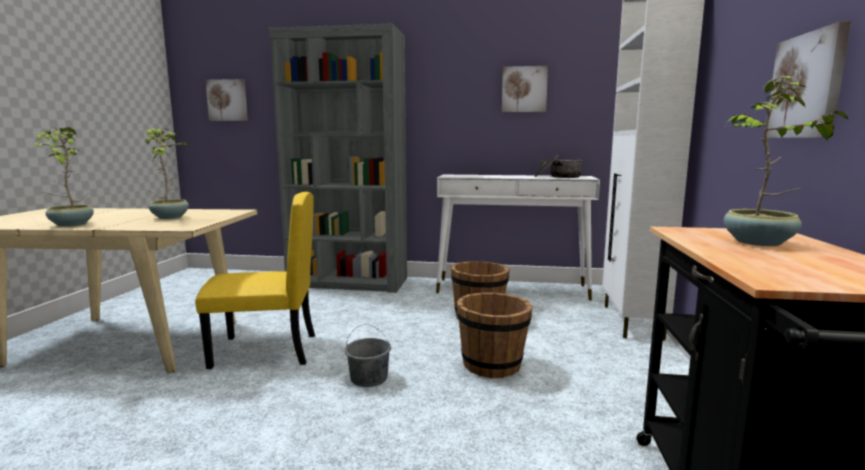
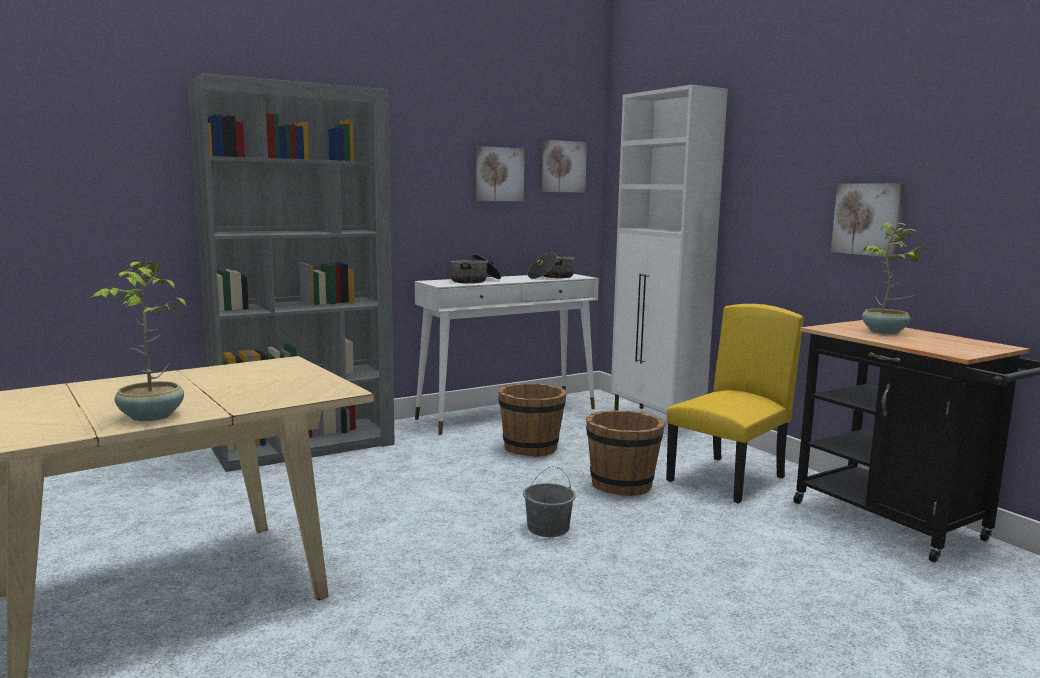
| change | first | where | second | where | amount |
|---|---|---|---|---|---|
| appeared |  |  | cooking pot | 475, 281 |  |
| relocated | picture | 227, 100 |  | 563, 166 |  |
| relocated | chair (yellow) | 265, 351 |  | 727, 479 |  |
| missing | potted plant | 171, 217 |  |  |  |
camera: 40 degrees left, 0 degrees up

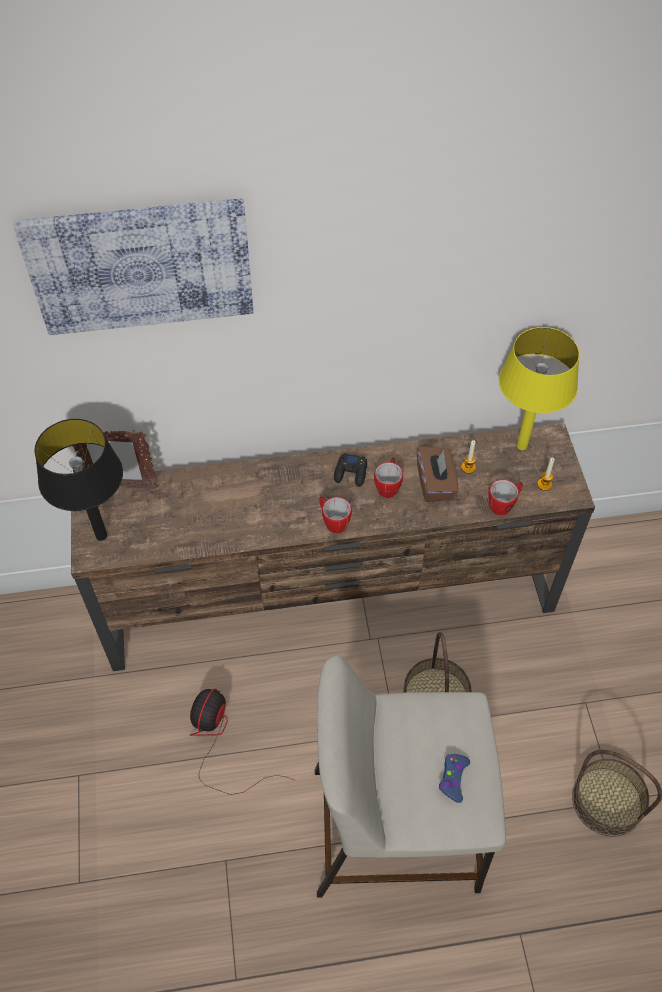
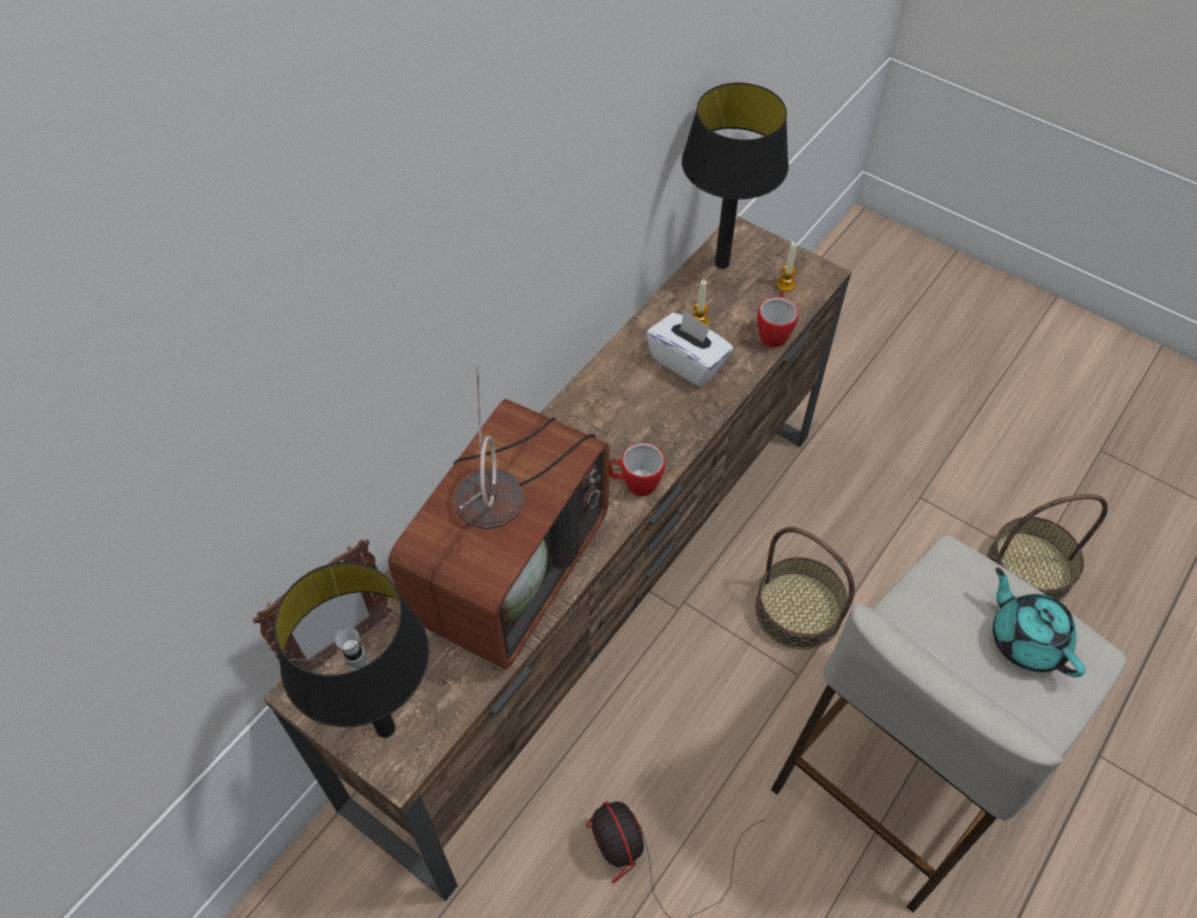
| change | first | where | second | where | amount |
|---|---|---|---|---|---|
| appeared |  |  | television | 508, 563 |  |
| colour | tissue box (brown) | 435, 484 | tissue box (white) | 688, 362 |  |
| colour | table lamp (yellow) | 521, 446 | table lamp (black) | 722, 264 |  |
| exchanged | game controller (blue) | 453, 778 | teapot (turquoise) | 1026, 640 |  |
| missing | picture | 141, 266 |  |  |  |
| missing | game controller (black) | 351, 473 |  |  |  |
| missing | mug | 388, 486 |  |  |  |
camera: 45 degrees left, 0 degrees up

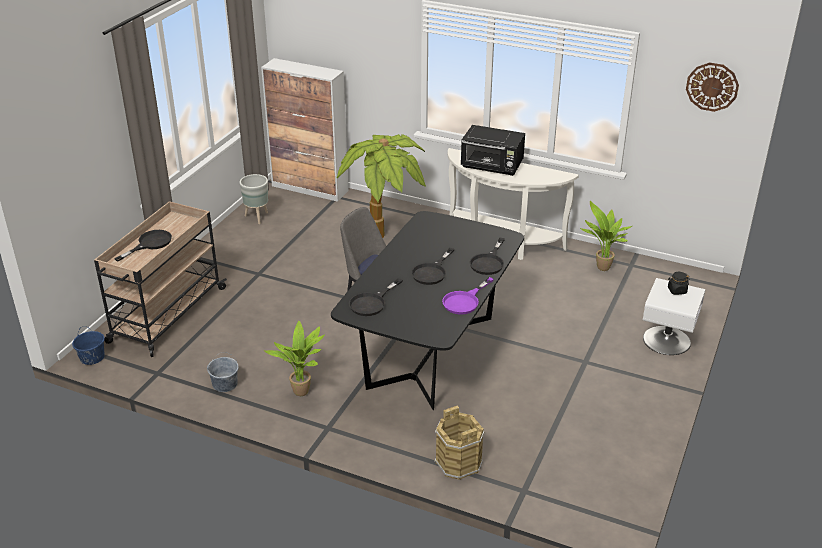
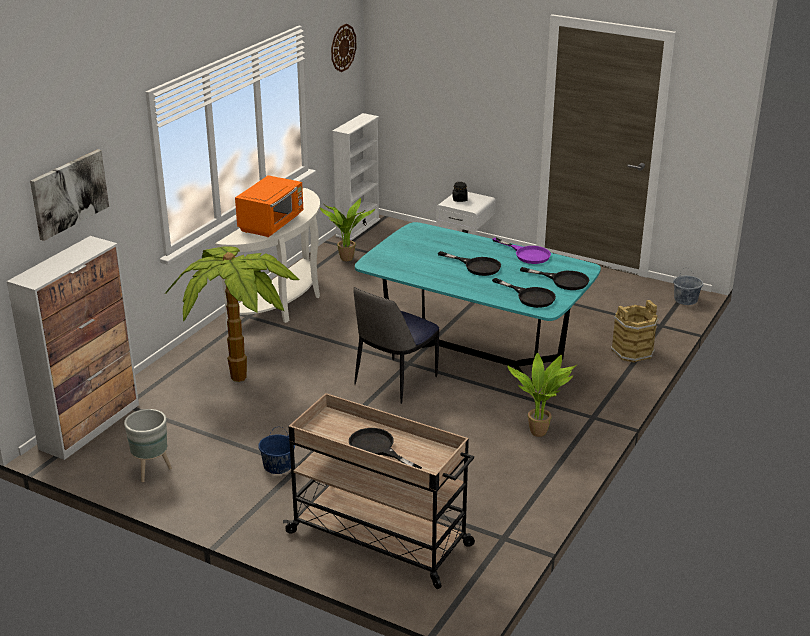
| change | first | where | second | where | amount |
|---|---|---|---|---|---|
| appeared |  |  | picture | 69, 193 |  |
| colour | microwave (black) | 492, 167 | microwave (orange) | 272, 224 |  |
| relocated | bucket (blue) | 92, 357 |  | 277, 466 |  |
| appeared |  |  | bookcase (white) | 358, 228 |  |
| colour | dining table (black) | 431, 353 | dining table (turquoise) | 475, 355 |  |
| relocated | frying pan (black) | 488, 262 |  | 563, 280 |  |
| relocated | bucket (grey) | 224, 384 |  | 686, 300 |  |
camera: 85 degrees left, 5 degrees down

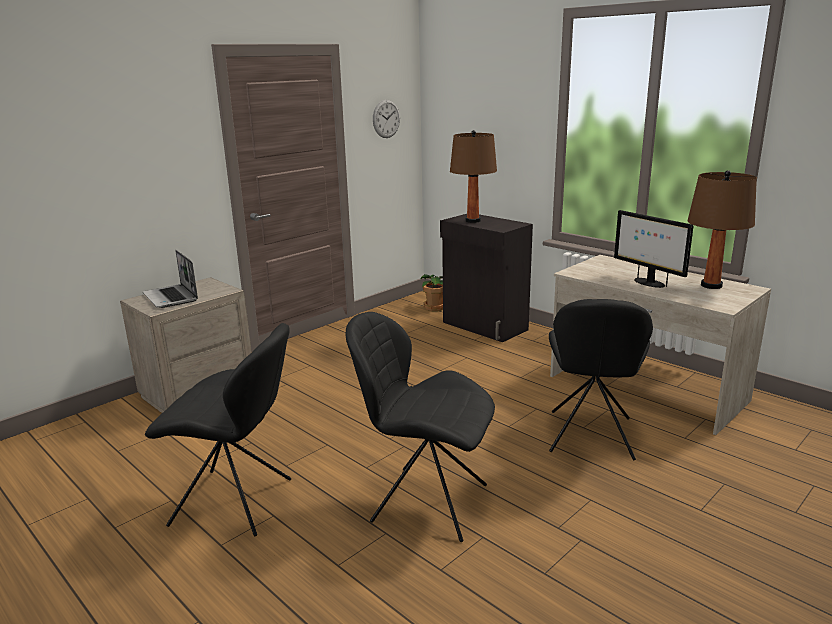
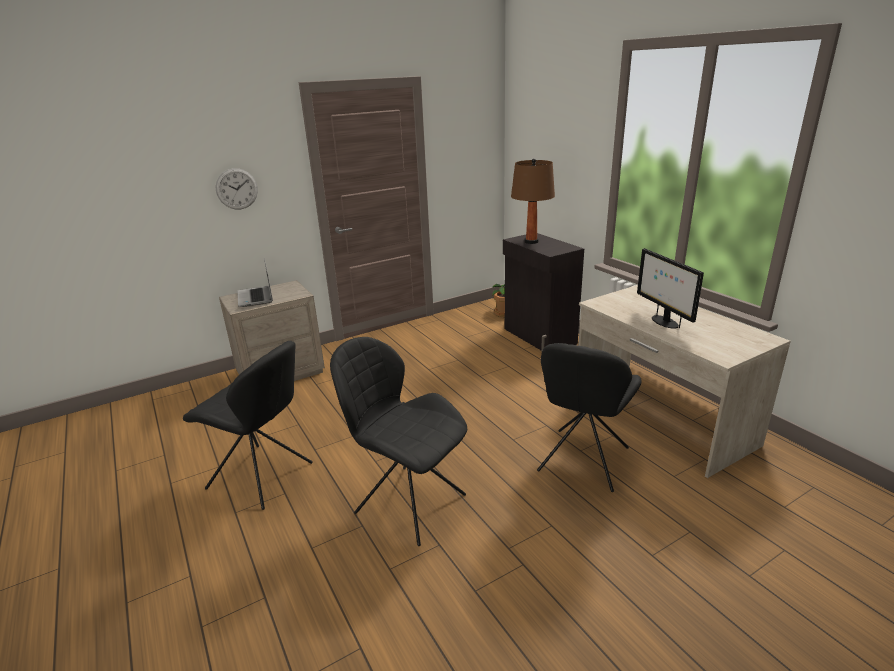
| change | first | where | second | where | amount |
|---|---|---|---|---|---|
| relocated | wall clock | 386, 119 |  | 237, 189 |  |
| missing | table lamp (brown) | 711, 285 |  |  |  |
camera: 15 degrees right, 5 degrees up

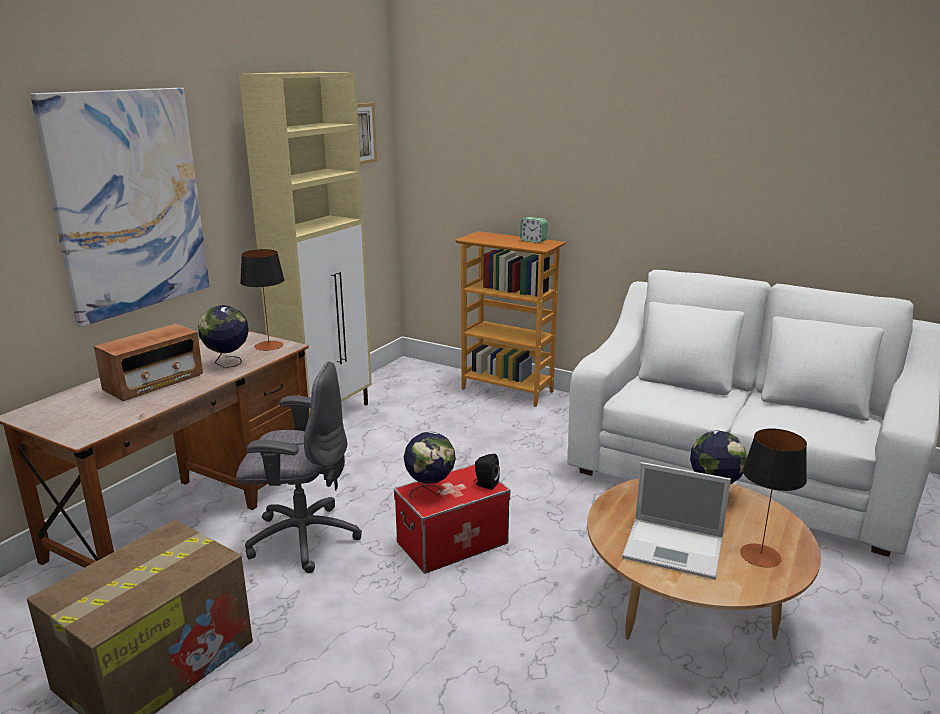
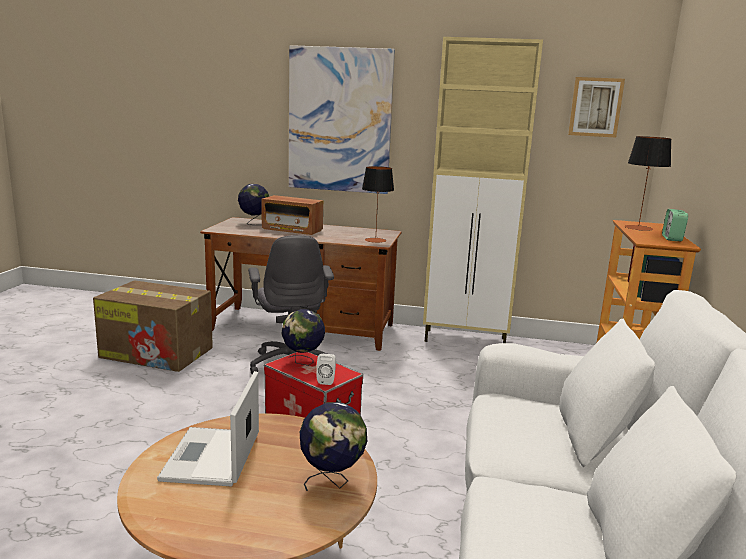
| change | first | where | second | where | amount |
|---|---|---|---|---|---|
| relocated | globe | 227, 363 |  | 254, 223 |  |
| colour | speaker (black) | 485, 484 | speaker (white) | 326, 380 |  |
| relocated | table lamp | 760, 556 |  | 638, 228 |  |
camera: 70 degrees right, 5 degrees down

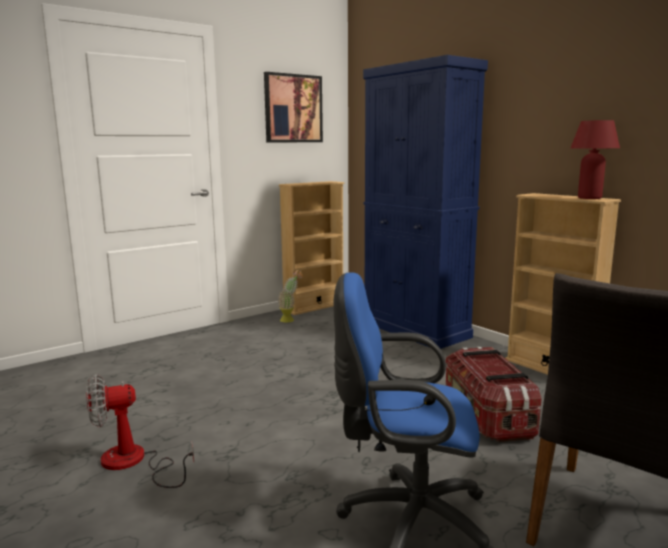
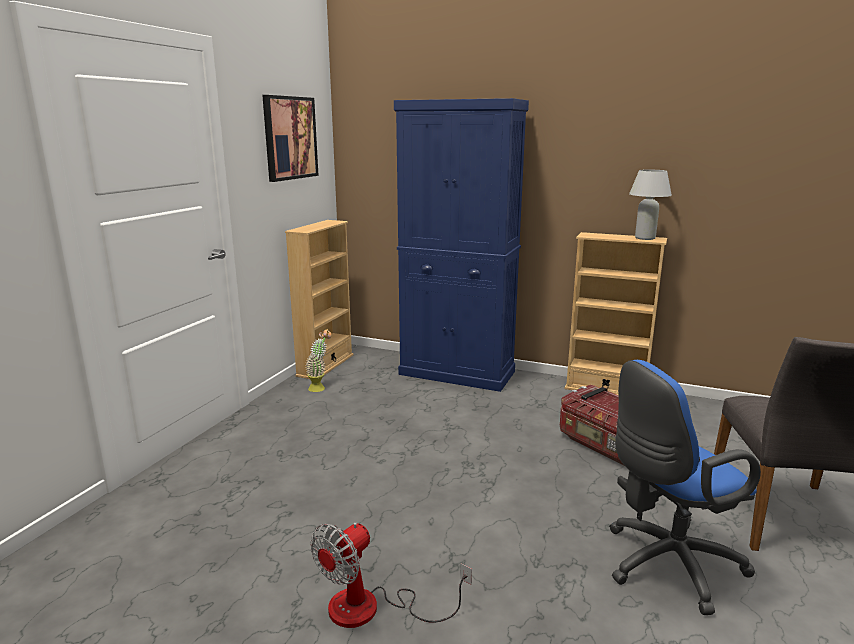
| change | first | where | second | where | amount |
|---|---|---|---|---|---|
| colour | table lamp (red) | 589, 198 | table lamp (white) | 645, 238 |  |
camera: 30 degrees left, 5 degrees up

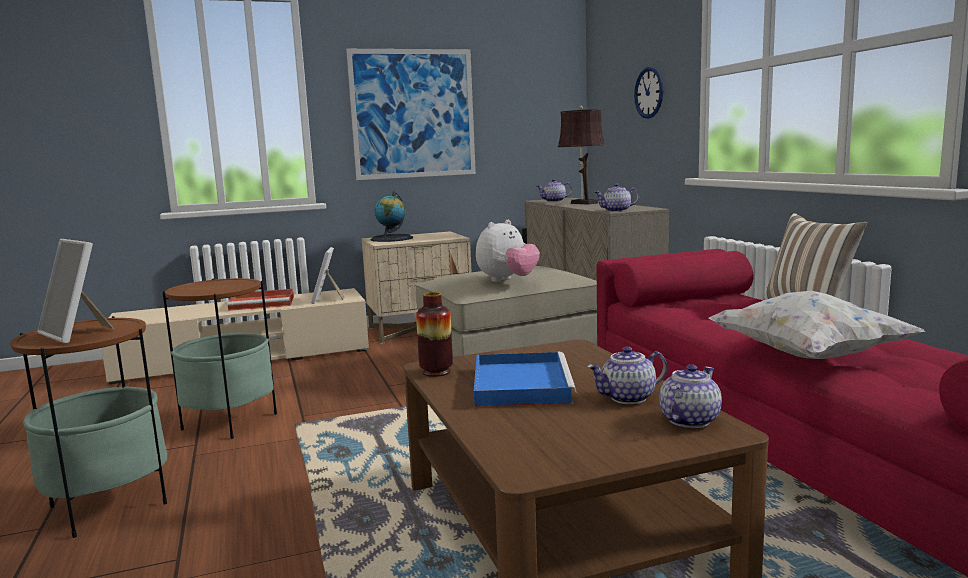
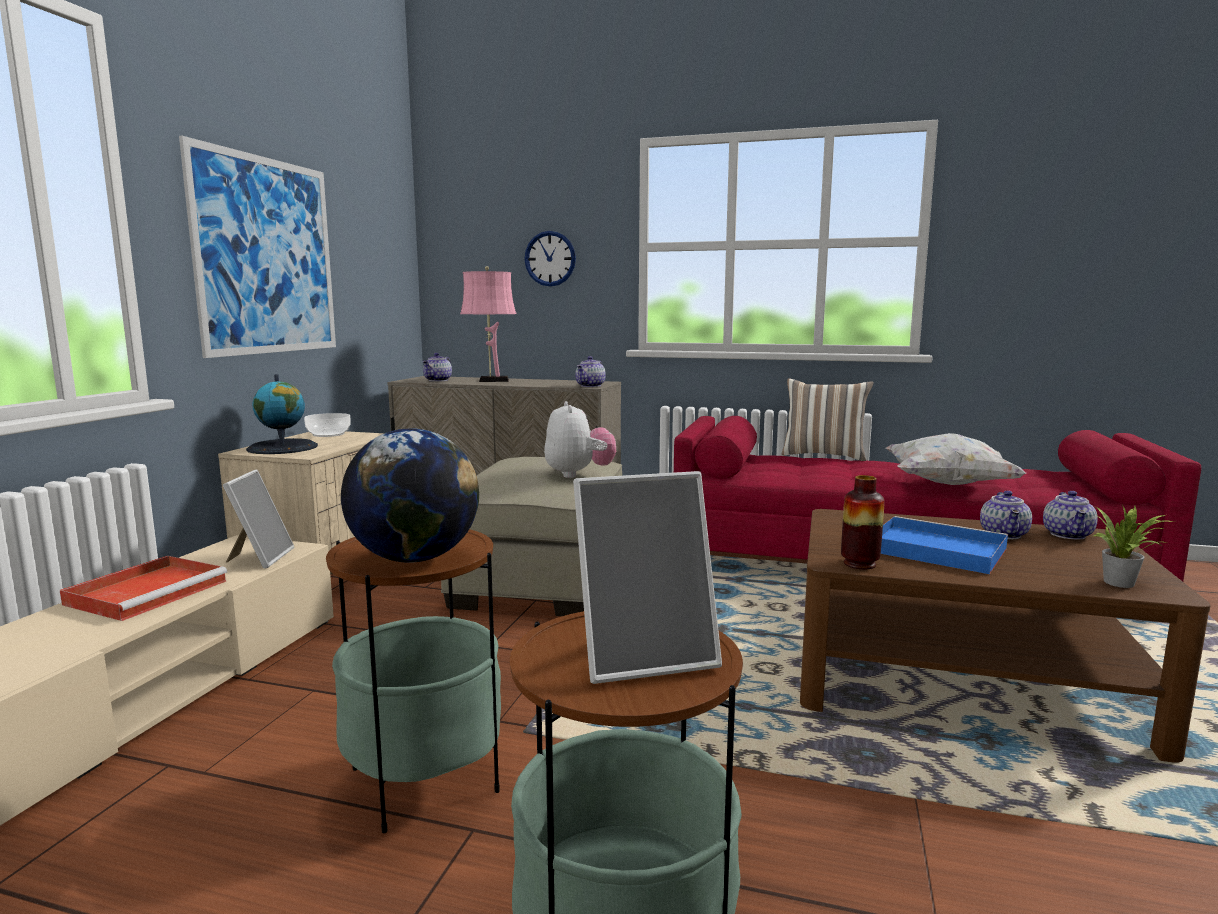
| change | first | where | second | where | amount |
|---|---|---|---|---|---|
| spun | picture frame | 327, 299 |  | 260, 558 | 120 degrees counterclockwise |
| appeared |  |  | bowl | 328, 434 |  |
| appeared |  |  | globe | 414, 558 |  |
| colour | table lamp (brown) | 582, 203 | table lamp (pink) | 490, 381 |  |
| spun | teapot | 689, 420 |  | 1068, 535 | 150 degrees counterclockwise |
| appeared |  |  | potted plant | 1123, 583 |  |
camera: 55 degrees left, 0 degrees up

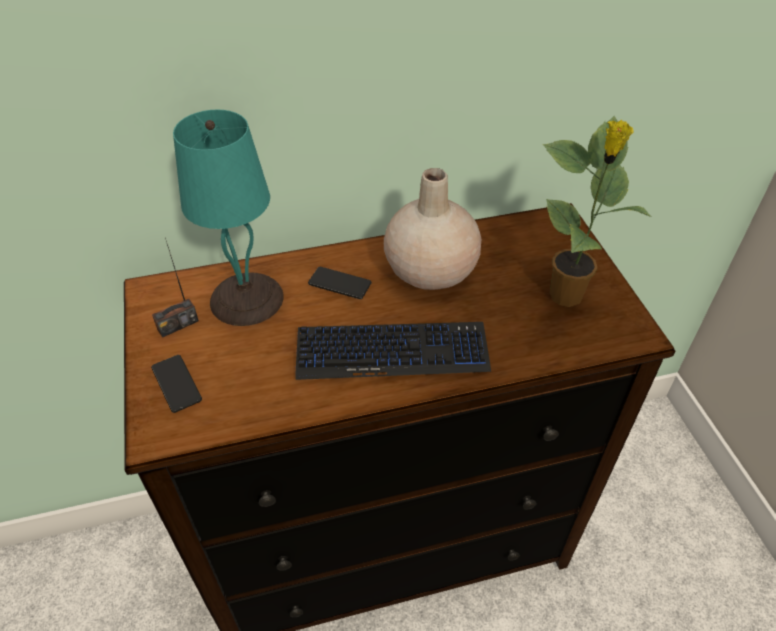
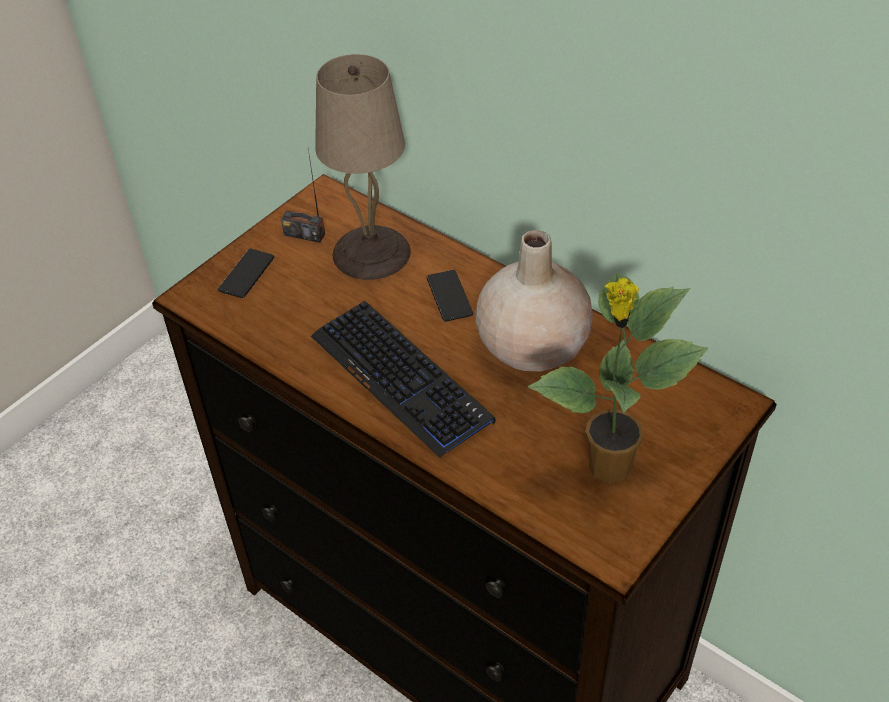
| change | first | where | second | where | amount |
|---|---|---|---|---|---|
| colour | table lamp (turquoise) | 248, 298 | table lamp (beige) | 373, 253 |  |
camera: 55 degrees right, 0 degrees up

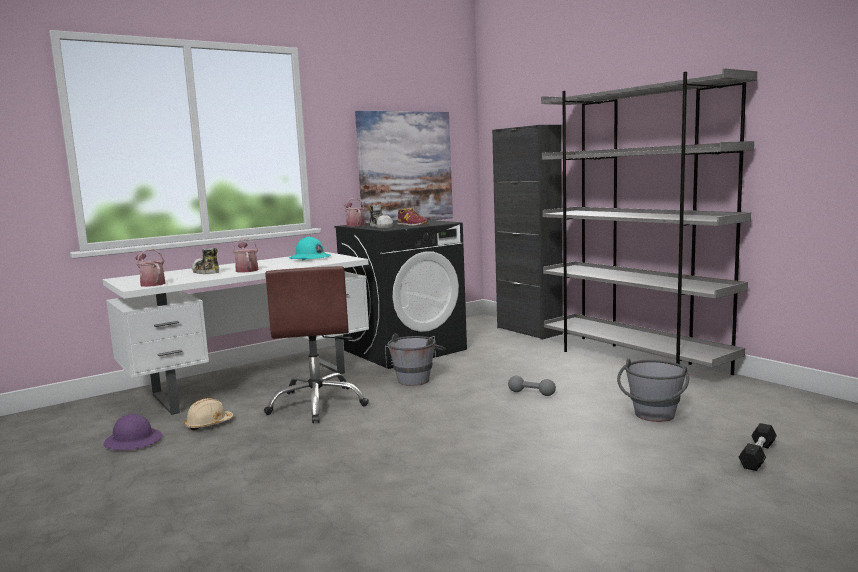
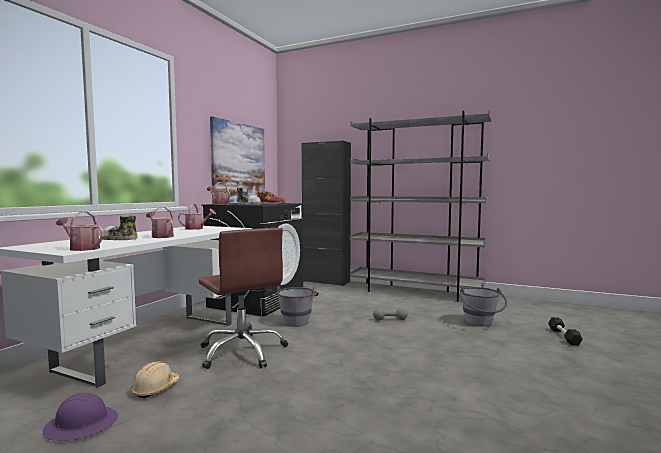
| change | first | where | second | where | amount |
|---|---|---|---|---|---|
| exchanged | hard hat (turquoise) | 310, 258 | watering can | 196, 228 |  |
camera: 30 degrees left, 5 degrees down

